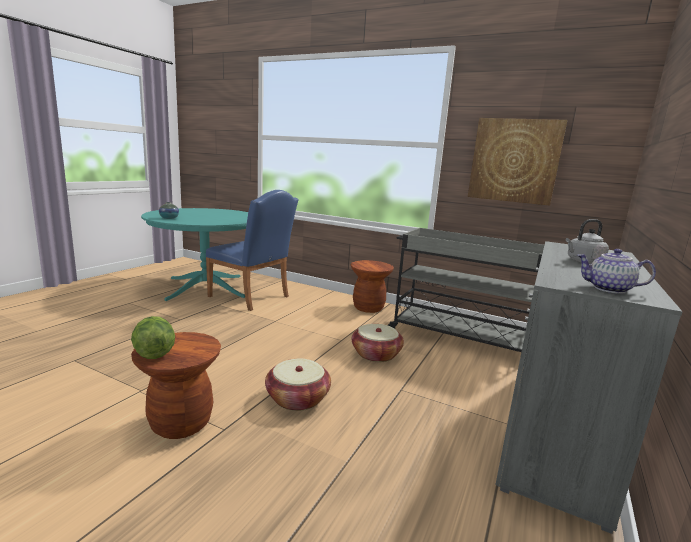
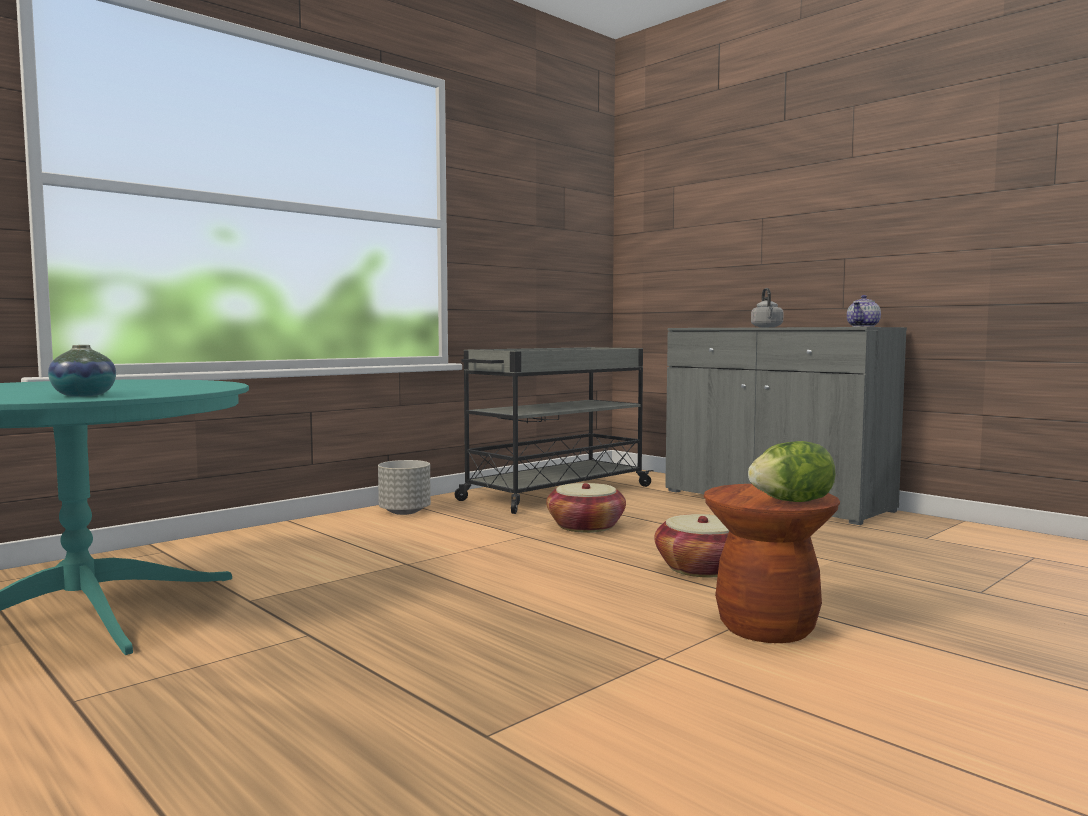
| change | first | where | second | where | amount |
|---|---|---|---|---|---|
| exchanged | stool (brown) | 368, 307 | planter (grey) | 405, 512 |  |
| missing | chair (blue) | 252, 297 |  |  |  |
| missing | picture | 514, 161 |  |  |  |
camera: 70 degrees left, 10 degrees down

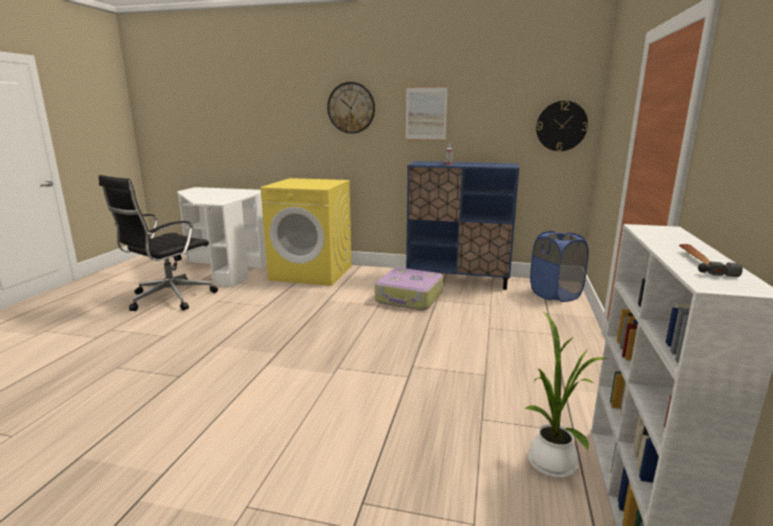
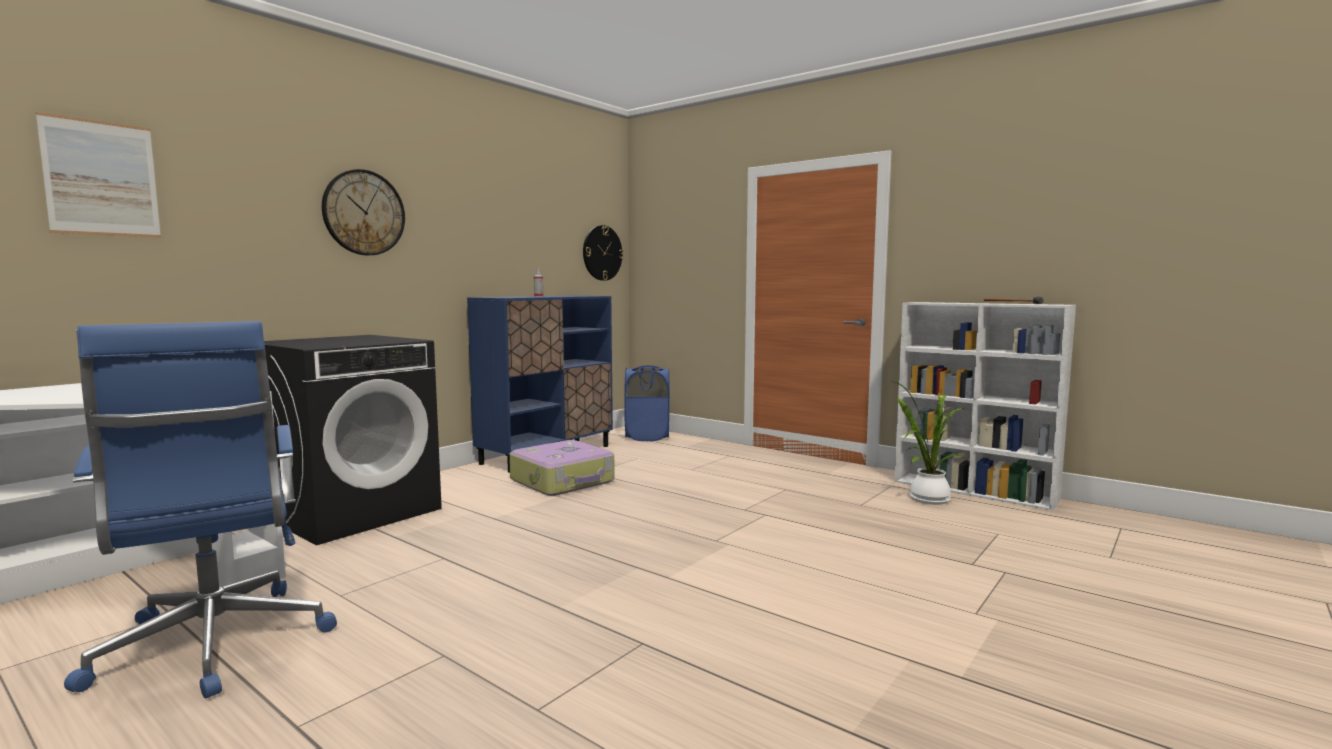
| change | first | where | second | where | amount |
|---|---|---|---|---|---|
| relocated | picture | 426, 113 |  | 101, 178 |  |
| colour | office chair (black) | 168, 298 | office chair (blue) | 213, 647 |  |
| colour | washing machine (yellow) | 312, 273 | washing machine (black) | 353, 512 |  |
camera: 65 degrees left, 10 degrees down

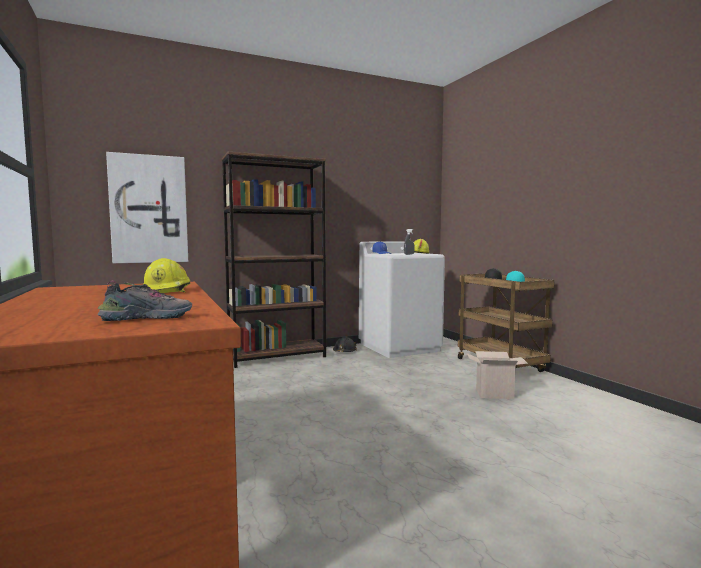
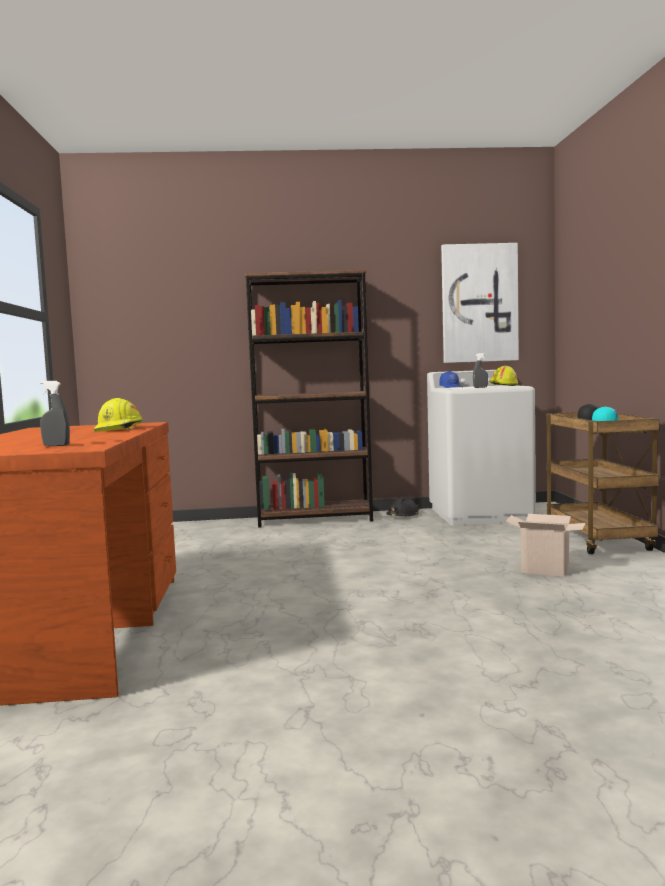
| change | first | where | second | where | amount |
|---|---|---|---|---|---|
| exchanged | shoe | 147, 318 | spray bottle (grey) | 56, 445 |  |
| relocated | picture | 149, 209 |  | 479, 303 |  |
camera: 20 degrees right, 0 degrees up

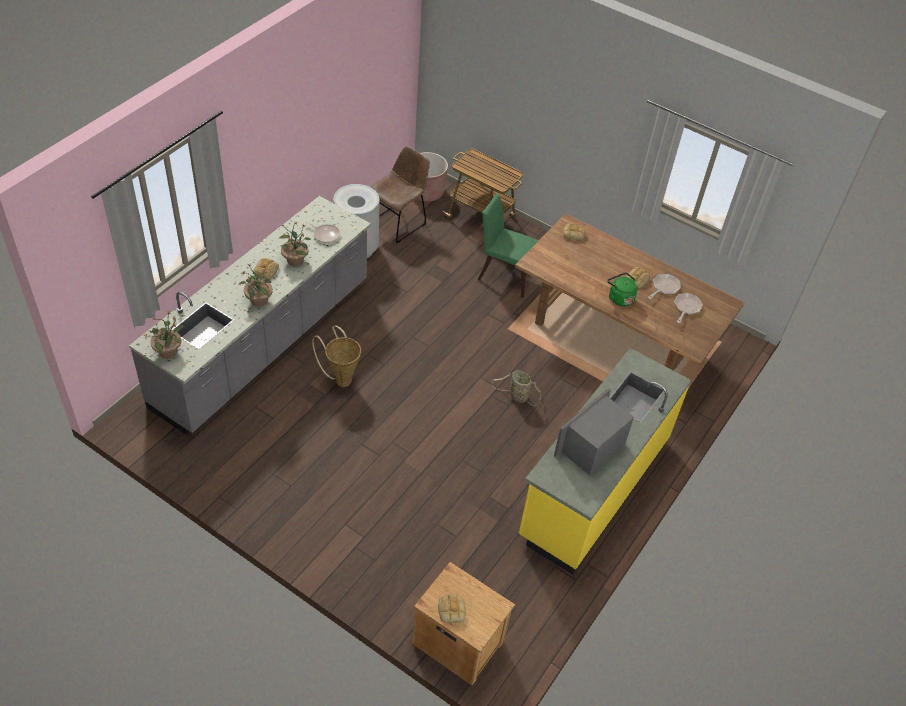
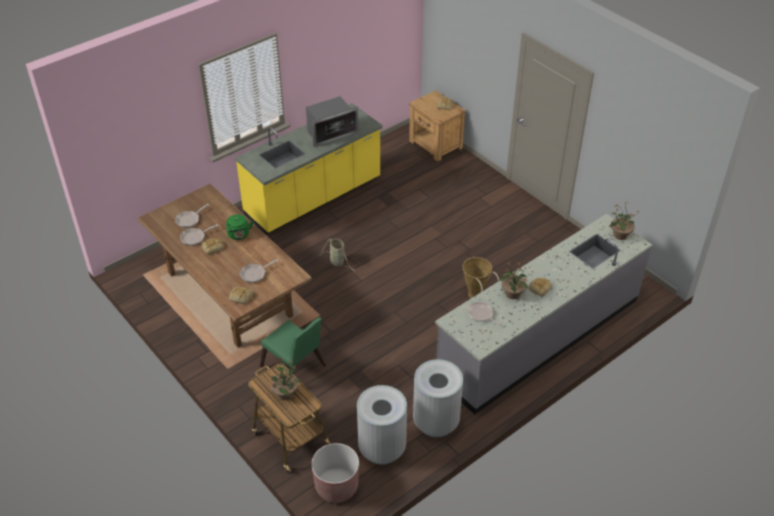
| change | first | where | second | where | amount |
|---|---|---|---|---|---|
| appeared |  |  | frying pan | 255, 274 |  |
| relocated | potted plant | 259, 301 |  | 285, 393 |  |
| exchanged | chair (brown) | 399, 222 | trash can (grey) | 381, 448 |  |
camera: 160 degrees left, 5 degrees down

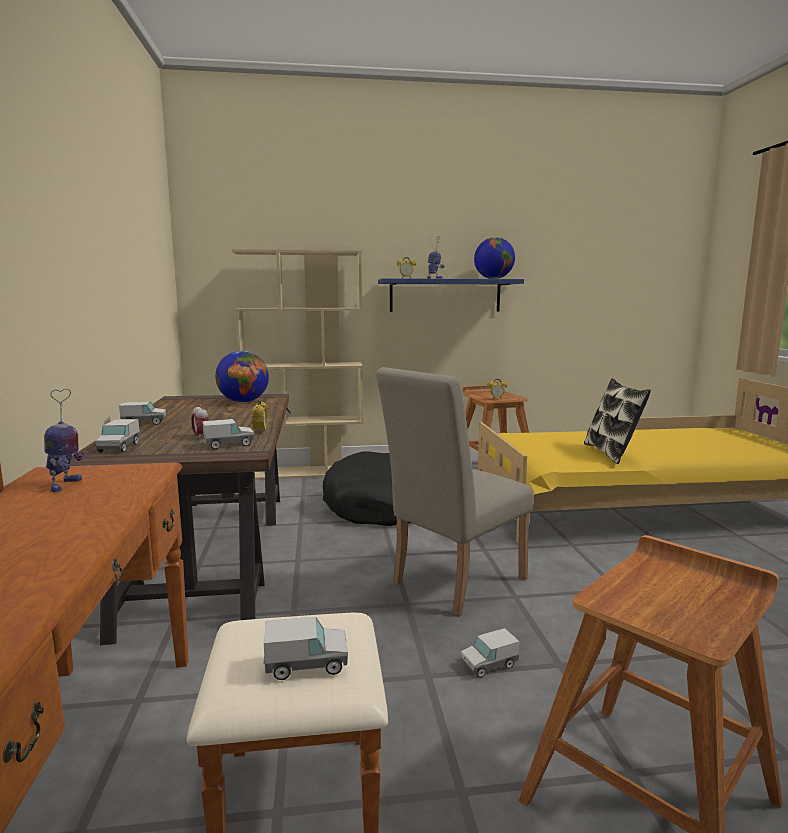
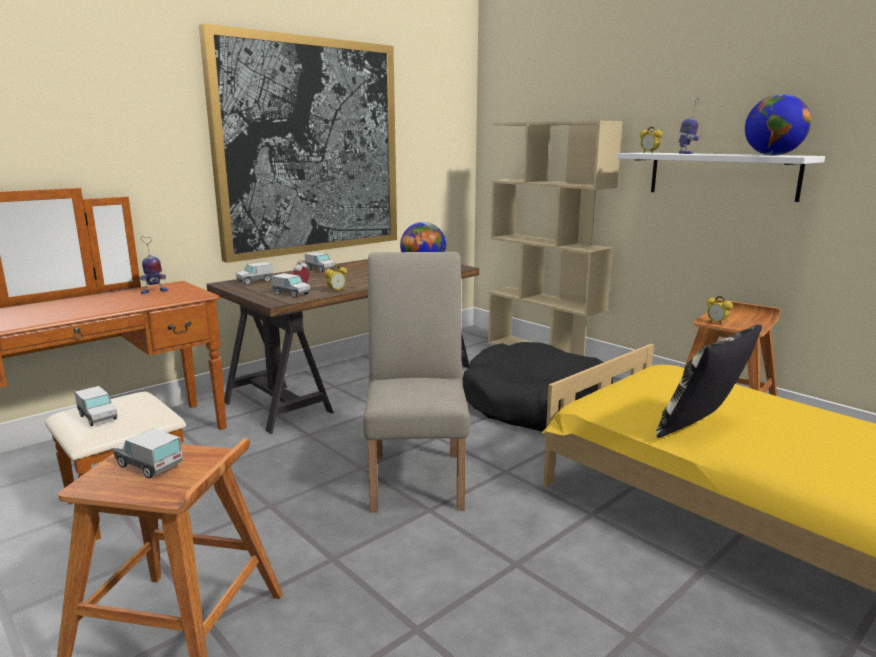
| change | first | where | second | where | amount |
|---|---|---|---|---|---|
| relocated | toy truck | 489, 665 |  | 149, 466 |  |
| appeared |  |  | picture | 309, 147 |  |
| spun | chair (beige) | 452, 583 |  | 418, 475 | 75 degrees clockwise |
| colour | shelf (blue) | 445, 295 | shelf (white) | 721, 175 |  |
camera: 55 degrees right, 5 degrees up

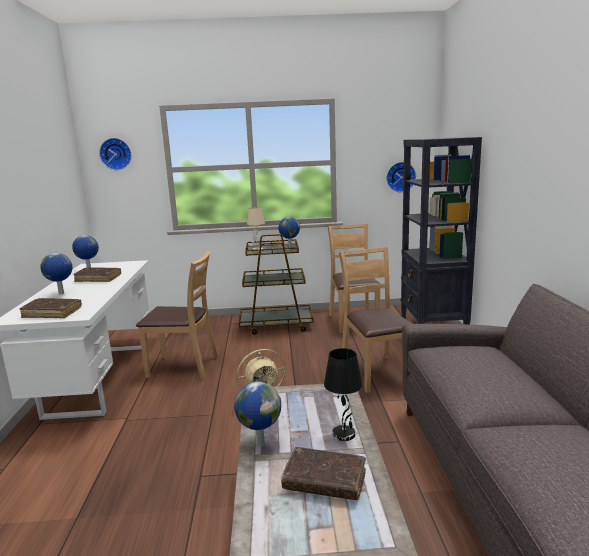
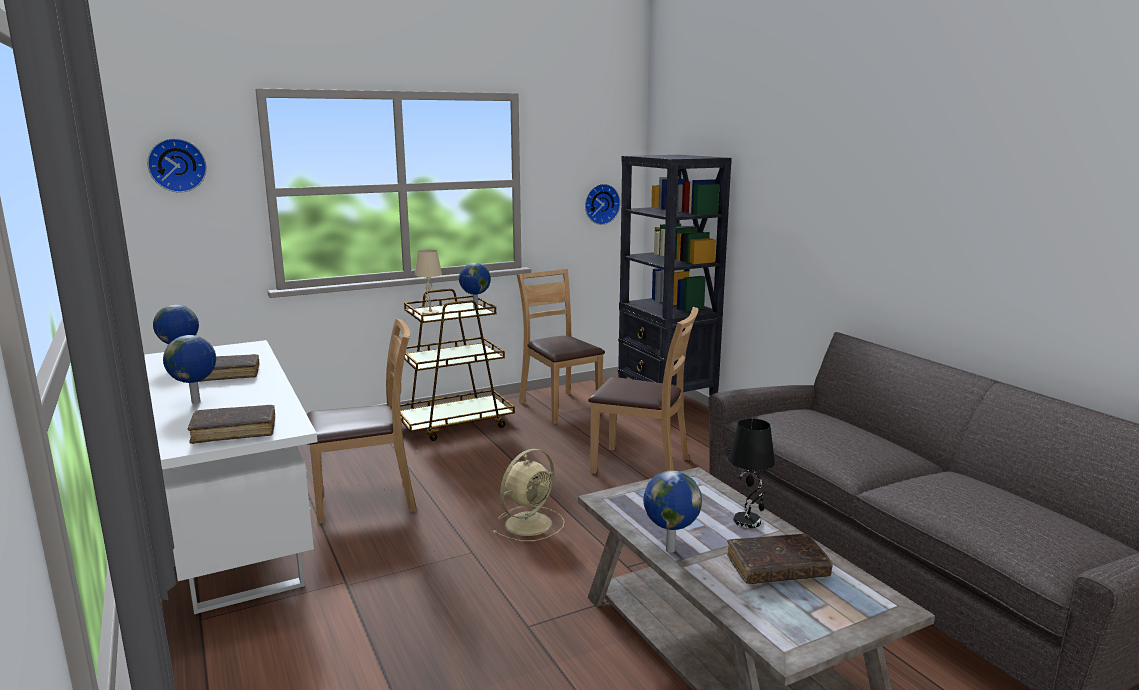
| change | first | where | second | where | amount |
|---|---|---|---|---|---|
| spun | chair (brown) | 376, 373 |  | 642, 466 | 150 degrees clockwise |
camera: 25 degrees left, 0 degrees up

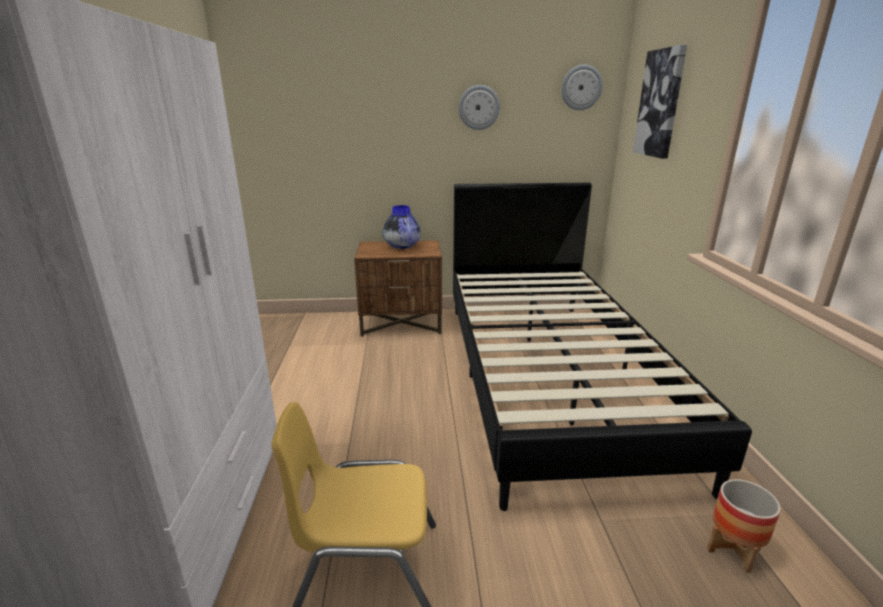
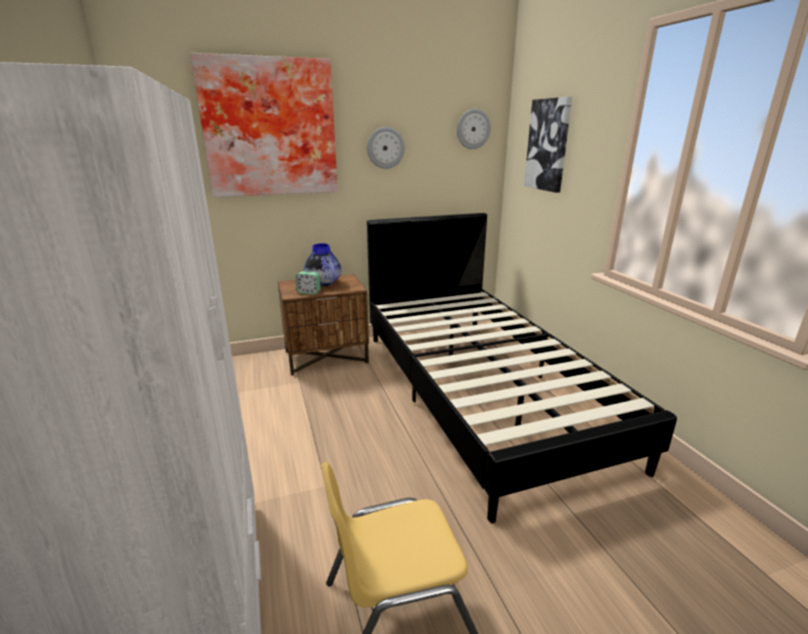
| change | first | where | second | where | amount |
|---|---|---|---|---|---|
| appeared |  |  | picture | 270, 128 |  |
| appeared |  |  | alarm clock | 309, 292 |  |
| missing | planter | 733, 550 |  |  |  |
camera: 15 degrees left, 0 degrees up

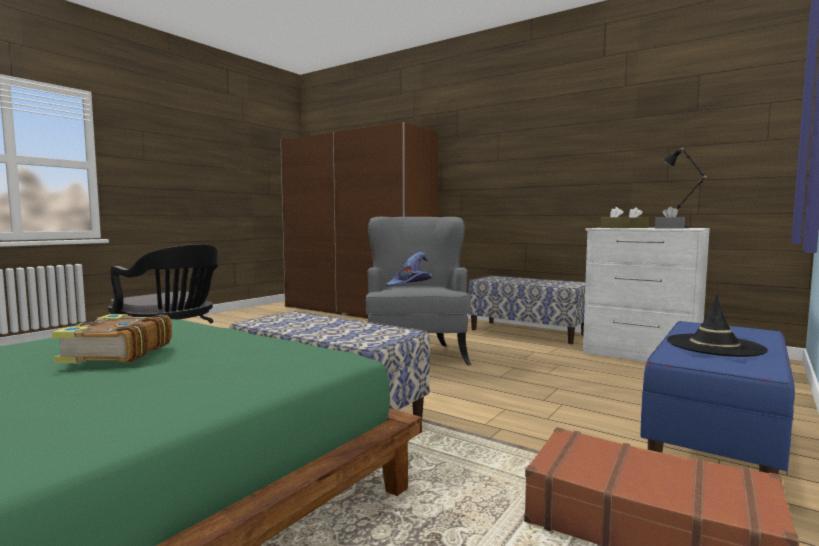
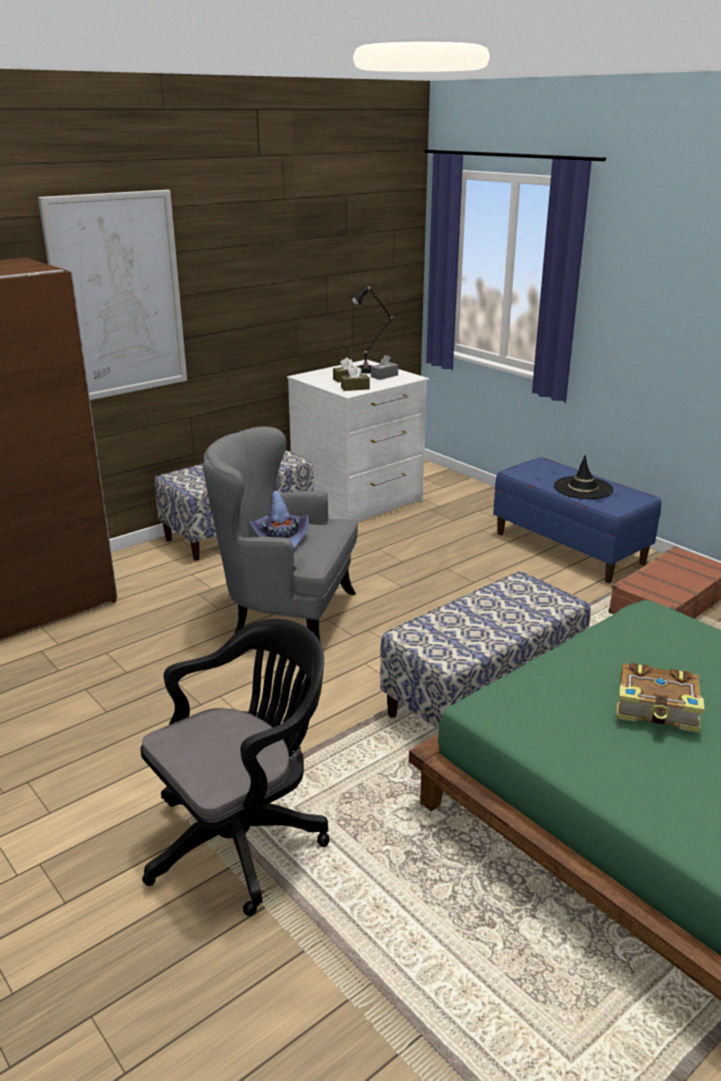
| change | first | where | second | where | amount |
|---|---|---|---|---|---|
| appeared |  |  | picture | 117, 296 |  |
camera: 75 degrees left, 20 degrees up

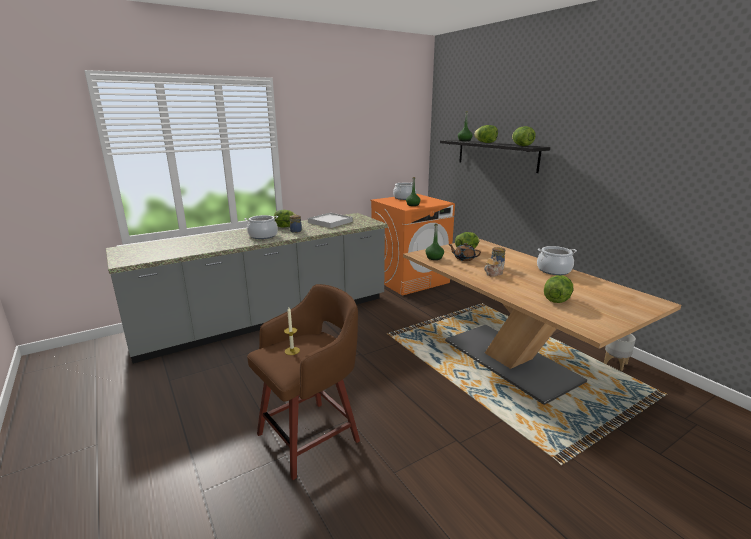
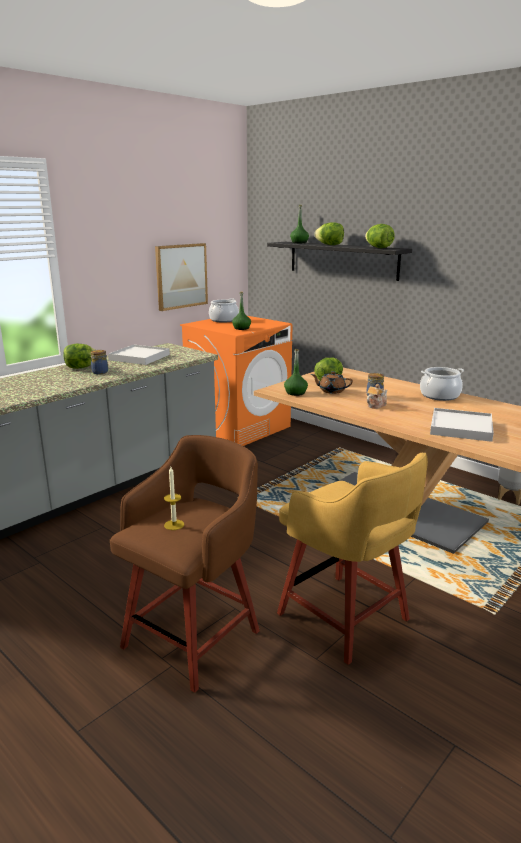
| change | first | where | second | where | amount |
|---|---|---|---|---|---|
| appeared |  |  | picture | 181, 276 |  |
| appeared |  |  | stool (yellow) | 345, 619 |  |
| exchanged | lettuce | 556, 300 | tray (white) | 460, 428 |  |
| missing | cooking pot | 263, 236 |  |  |  |
camera: 15 degrees left, 0 degrees up

